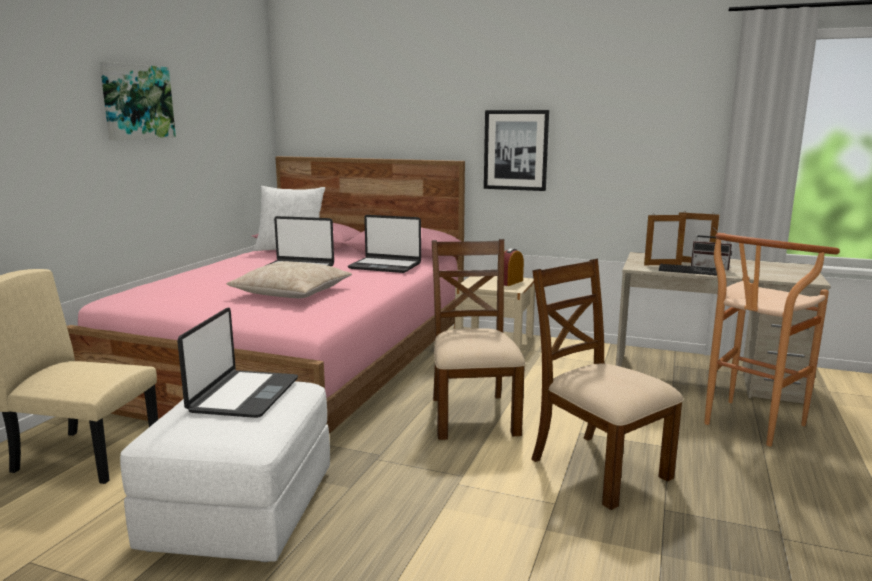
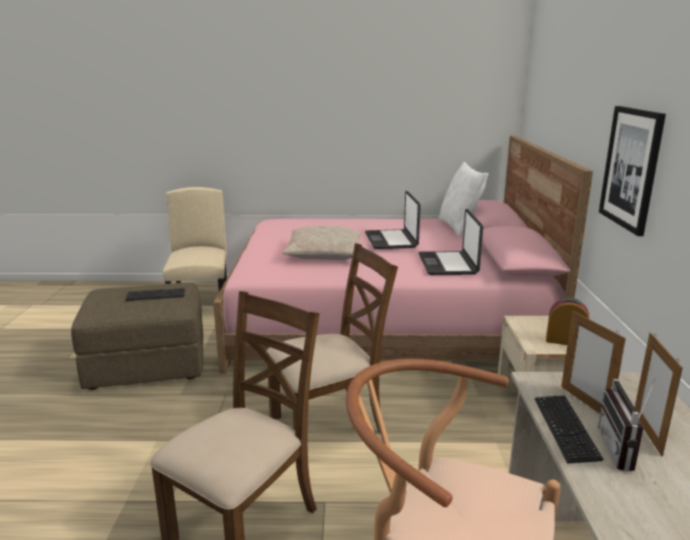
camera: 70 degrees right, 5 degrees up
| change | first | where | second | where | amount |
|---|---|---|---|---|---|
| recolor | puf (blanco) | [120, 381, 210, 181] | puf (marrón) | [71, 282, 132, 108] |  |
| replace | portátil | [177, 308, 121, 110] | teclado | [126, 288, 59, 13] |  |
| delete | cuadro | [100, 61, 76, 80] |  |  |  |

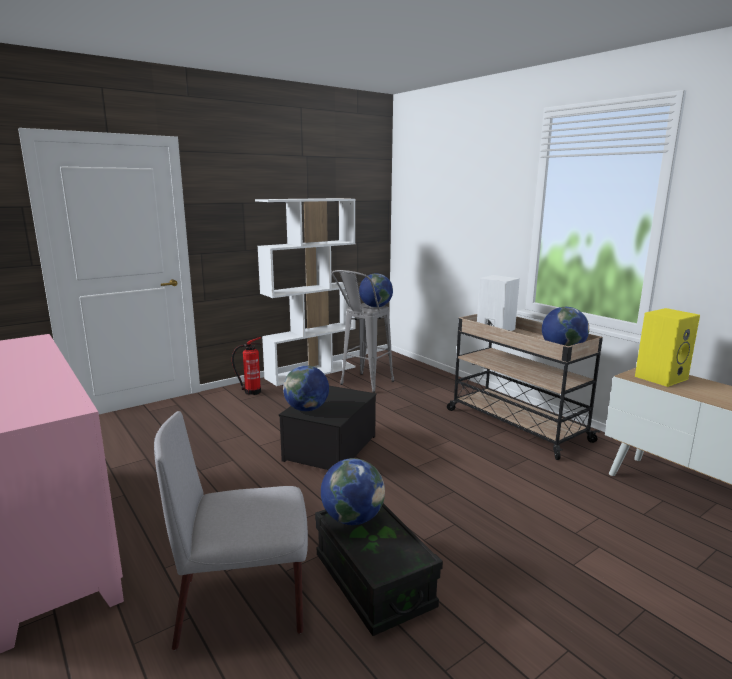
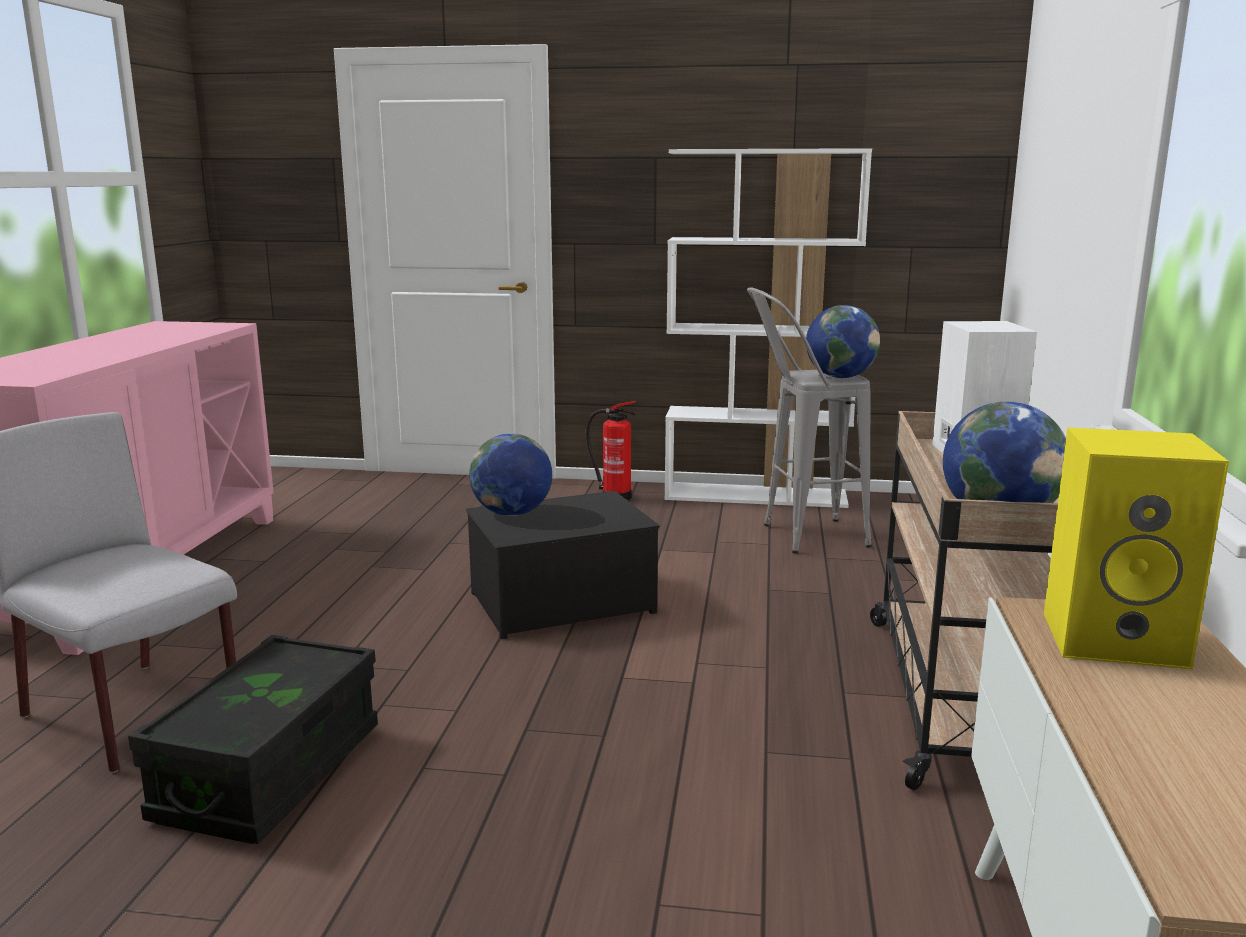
camera: 45 degrees right, 0 degrees up
| change | first | where | second | where | amount |
|---|---|---|---|---|---|
| delete | globo terráqueo | [321, 458, 64, 67] |  |  |  |

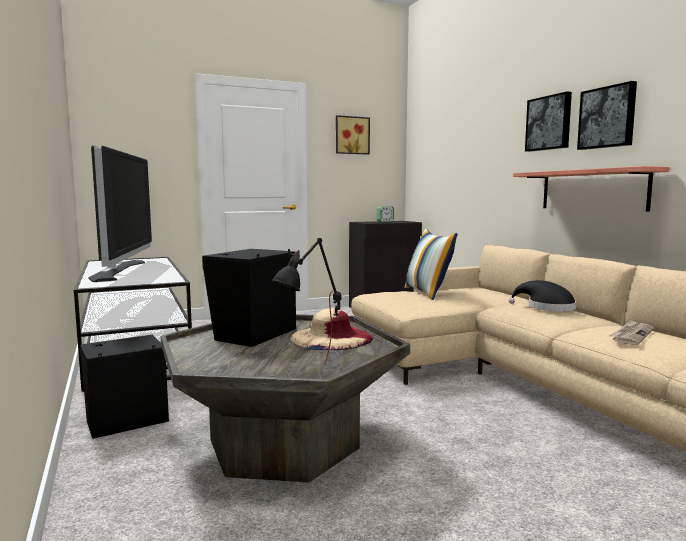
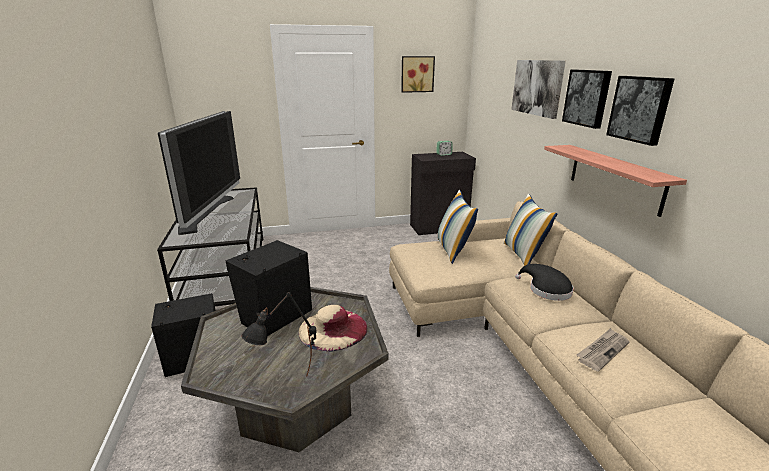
camera: 10 degrees right, 15 degrees up
| change | first | where | second | where | amount |
|---|---|---|---|---|---|
| insert |  |  | cojín | [503, 194, 55, 72] |  |
| insert |  |  | cuadro | [511, 60, 55, 59] |  |

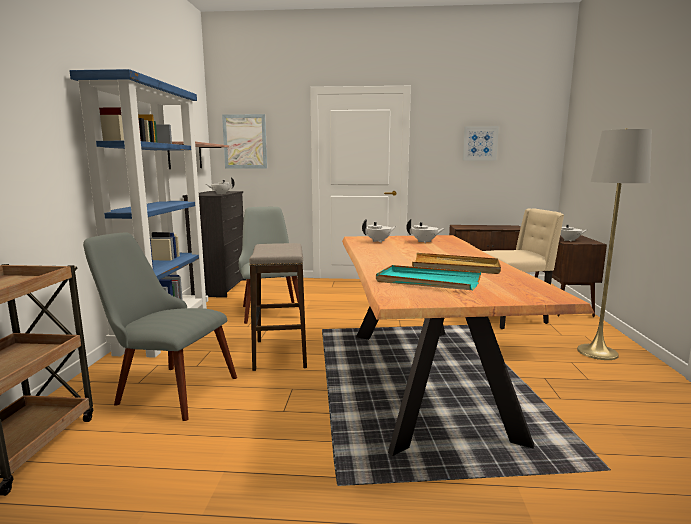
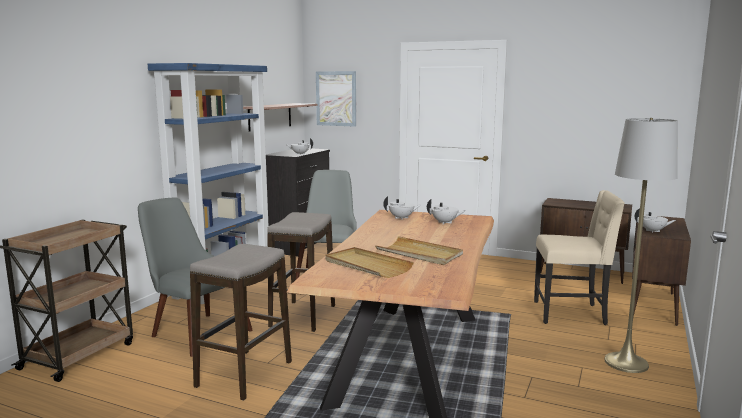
camera: 20 degrees right, 0 degrees up
| change | first | where | second | where | amount |
|---|---|---|---|---|---|
| insert |  |  | taburete | [190, 244, 102, 156] |  |
| recolor | bandeja (turquesa) | [376, 265, 105, 25] | bandeja (beis) | [325, 247, 89, 31] |  |
| delete | cuadro | [463, 126, 36, 35] |  |  |  |

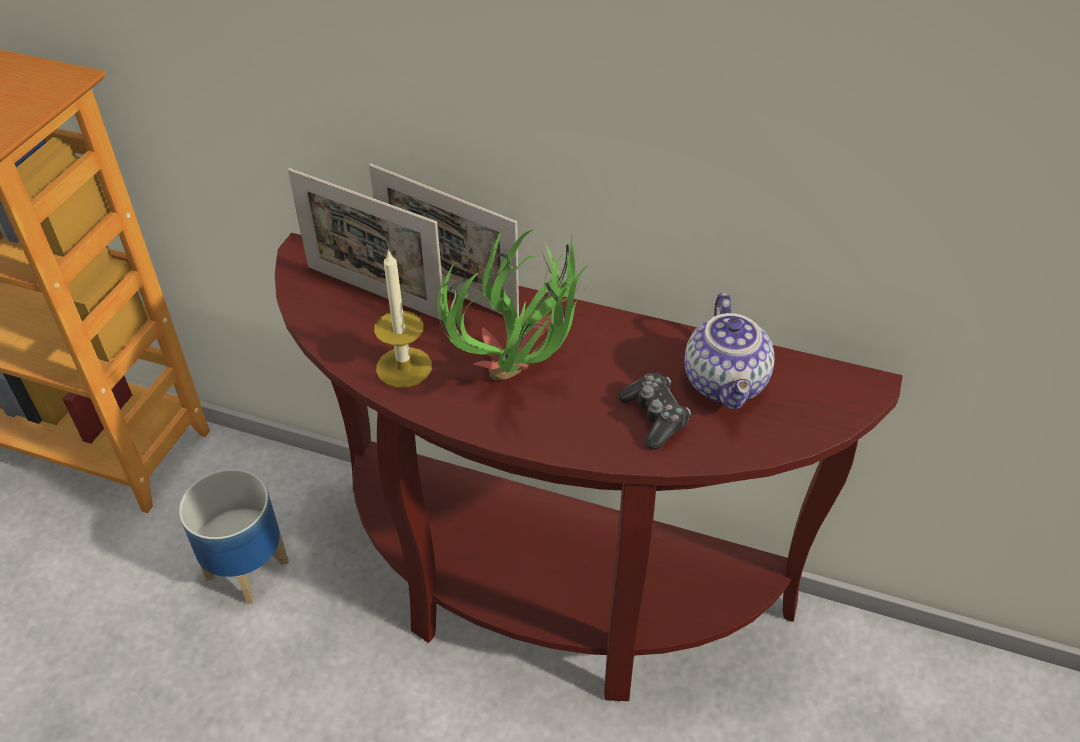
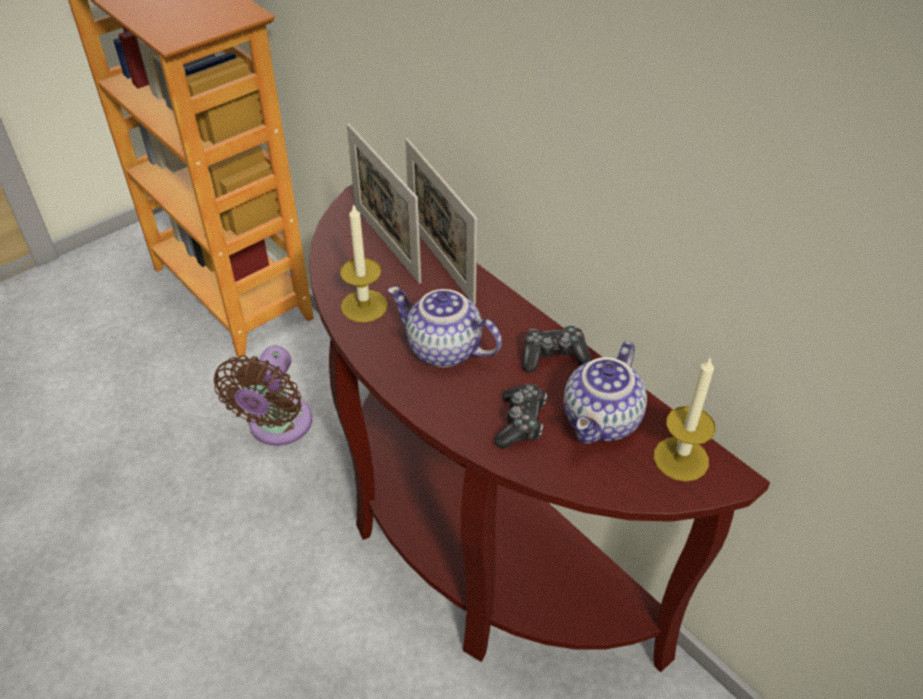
camera: 30 degrees right, 0 degrees up
| change | first | where | second | where | amount |
|---|---|---|---|---|---|
| replace | maceta | [179, 469, 110, 135] | ventilador (marrón) | [214, 345, 98, 101] |  |
| replace | planta en maceta | [437, 227, 155, 153] | tetera | [388, 286, 114, 81] |  |
| insert |  |  | mando de consola | [522, 325, 70, 47] |  |
| insert |  |  | vela | [654, 356, 61, 126] |  |

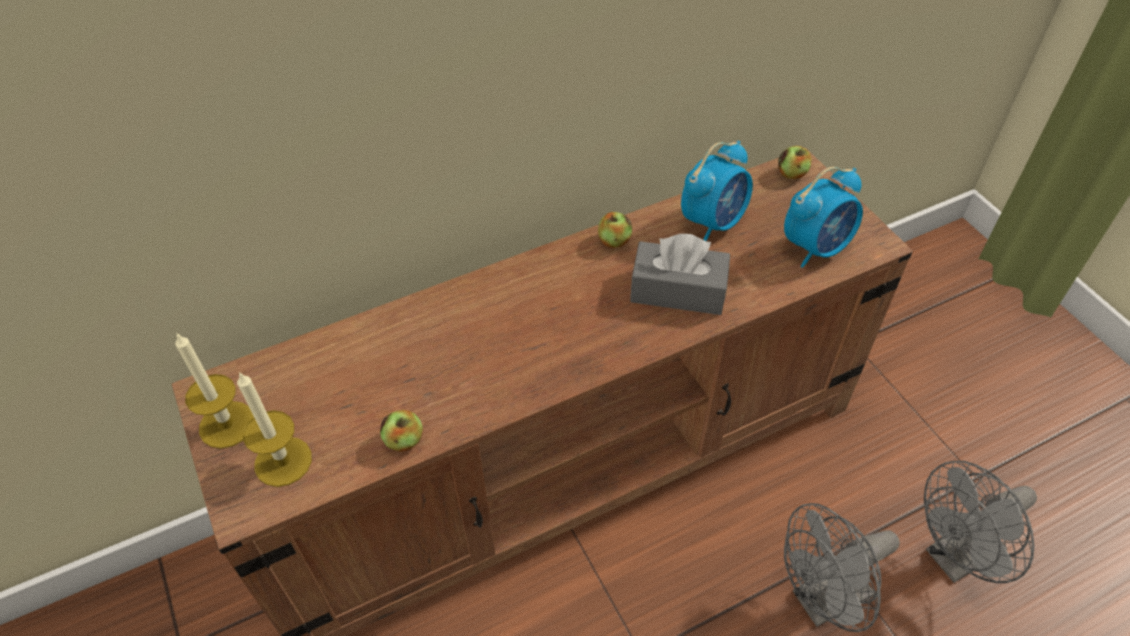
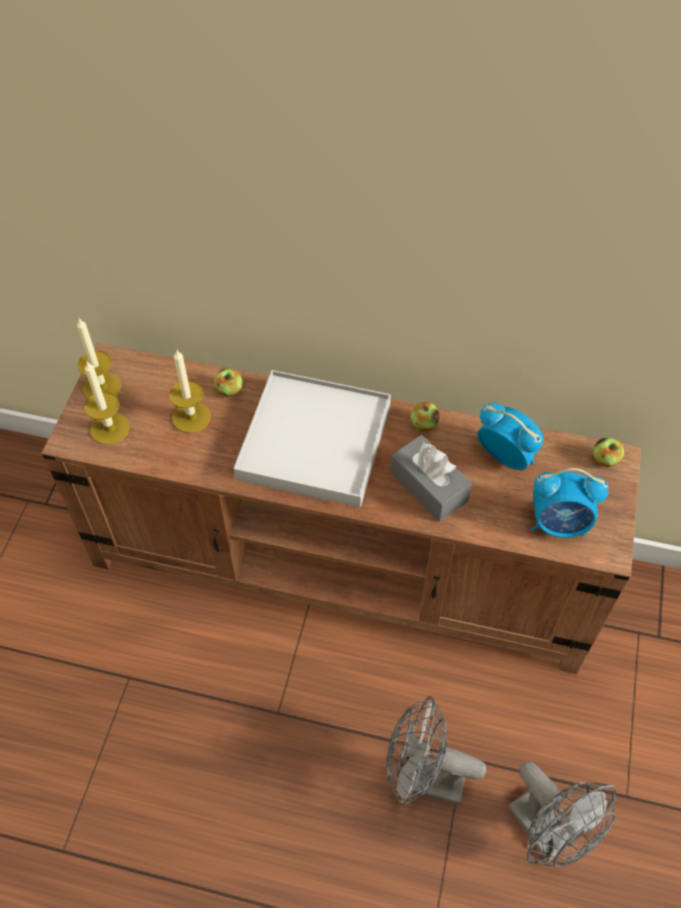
camera: 40 degrees right, 5 degrees up
| change | first | where | second | where | amount |
|---|---|---|---|---|---|
| insert |  |  | vela | [169, 350, 42, 83] |  |
| move | manzana | [380, 410, 43, 42] |  | [214, 369, 29, 28] |  |
| insert |  |  | bandeja (blanco) | [234, 370, 157, 138] |  |
| rotate | despertador | [681, 140, 72, 101] |  | [477, 403, 67, 67] | 135 degrees counterclockwise |
| rotate | ventilador (gris) | [924, 461, 113, 122] |  | [508, 762, 108, 105] | 135 degrees counterclockwise |

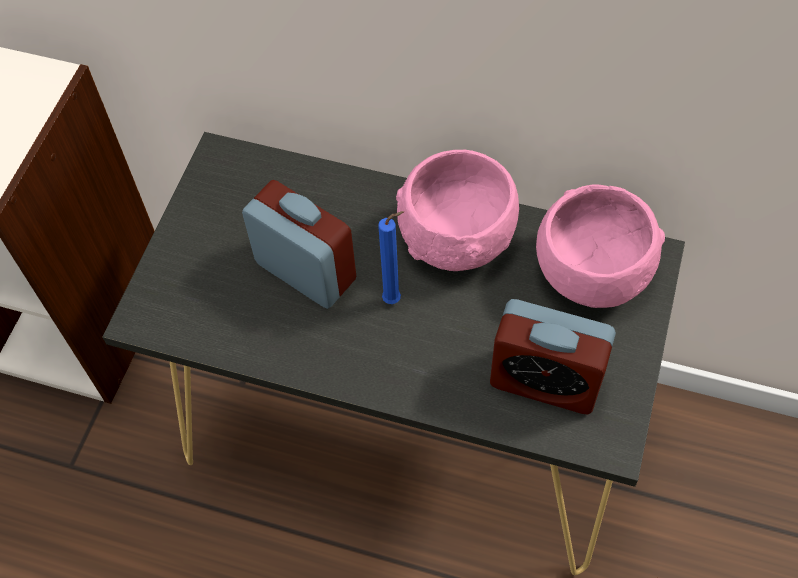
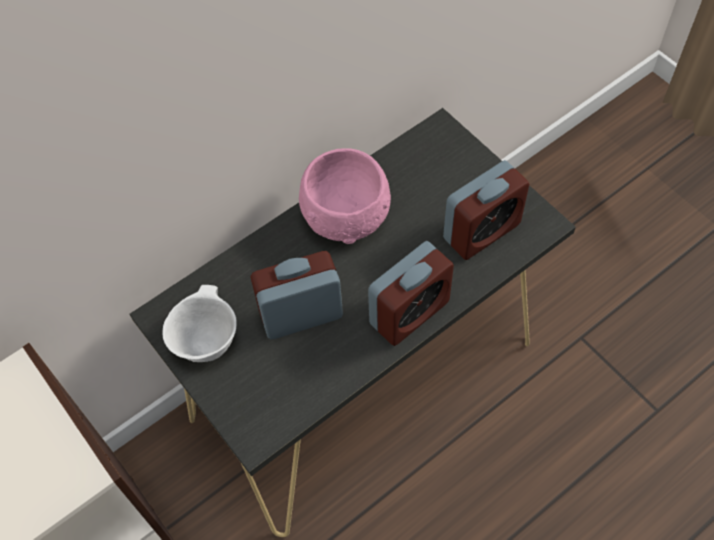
camera: 55 degrees left, 0 degrees up
| change | first | where | second | where | amount |
|---|---|---|---|---|---|
| insert |  |  | cuenco (blanco) | [163, 285, 74, 77] |  |
| insert |  |  | despertador | [368, 241, 86, 105] |  |
| delete | vela (azul) | [378, 211, 26, 93] |  |  |  |
| delete | cuenco (rosa) | [536, 184, 129, 124] |  |  |  |

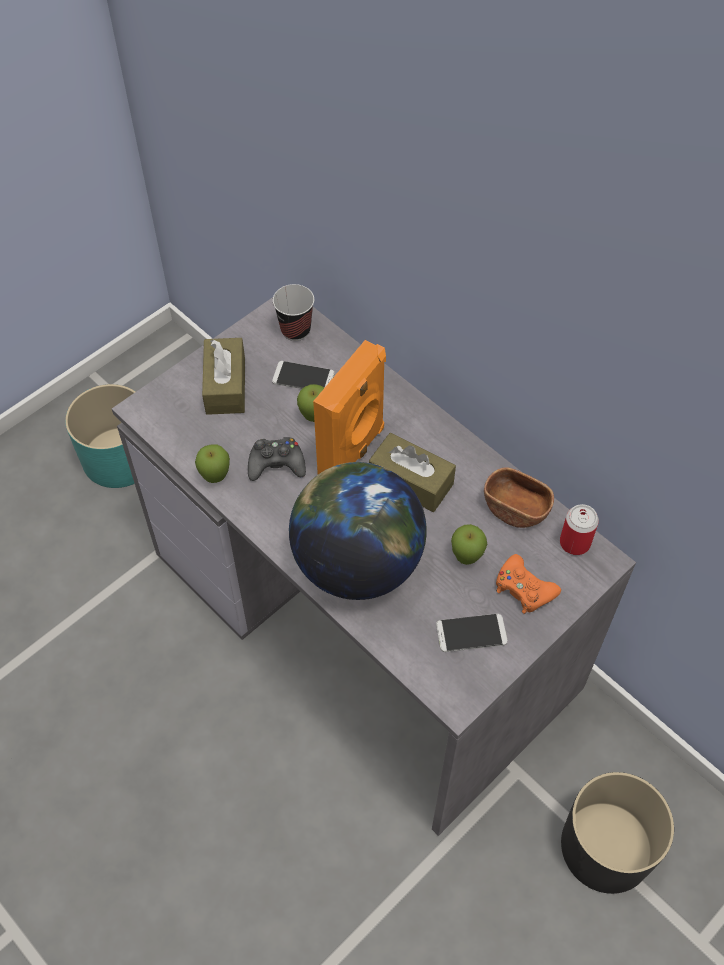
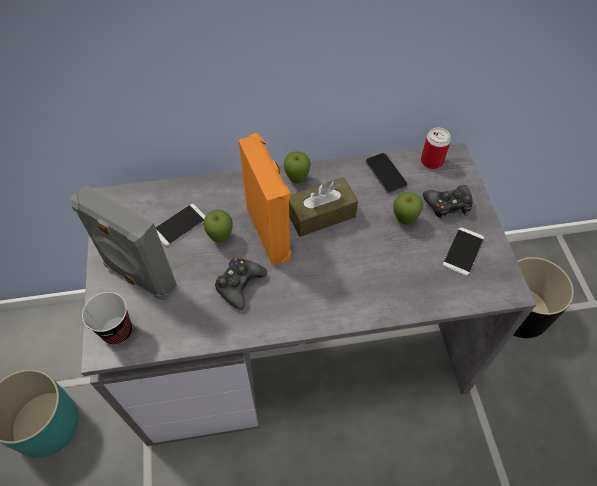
camera: 55 degrees left, 0 degrees up
| change | first | where | second | where | amount |
|---|---|---|---|---|---|
| replace | caja de pañuelos (marrón) | [202, 338, 43, 77] | altavoz (gris) | [70, 185, 107, 115] |  |
| move | taza | [273, 284, 41, 57] |  | [82, 292, 50, 53] |  |
| move | manzana | [195, 444, 35, 39] |  | [284, 151, 27, 32] |  |
| replace | cuenco (marrón) | [484, 467, 70, 61] | móvil | [366, 153, 41, 40] |  |
| recolor | mando de consola (naranja) | [496, 554, 65, 60] | mando de consola (negro) | [423, 185, 49, 35] |  |
| delete | globo terráqueo | [289, 462, 138, 138] |  |  |  |

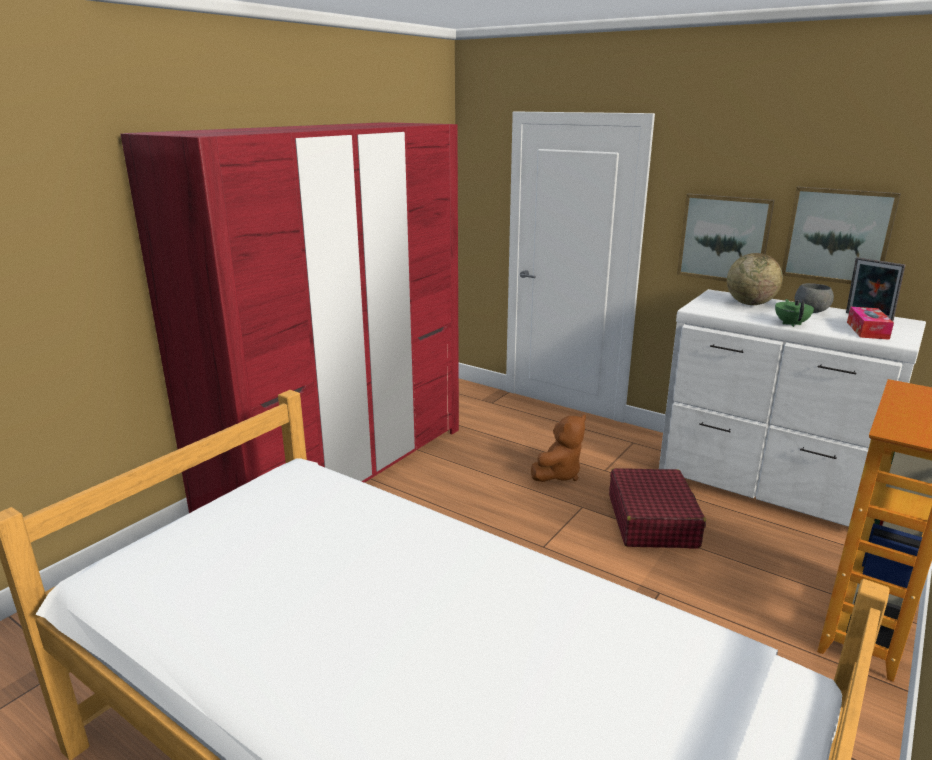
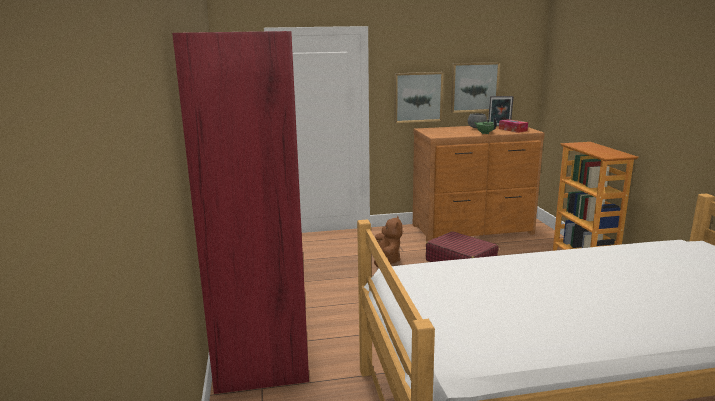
camera: 45 degrees left, 5 degrees down
| change | first | where | second | where | amount |
|---|---|---|---|---|---|
| recolor | cómoda (blanco) | [659, 289, 267, 238] | cómoda (marrón) | [413, 126, 132, 116] |  |
| delete | globo terráqueo | [727, 253, 56, 52] |  |  |  |

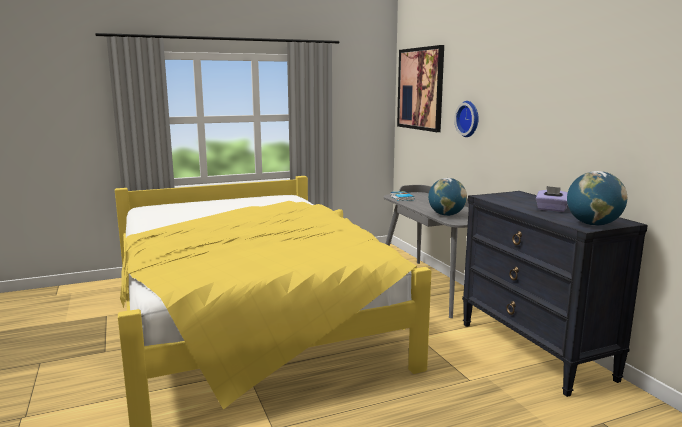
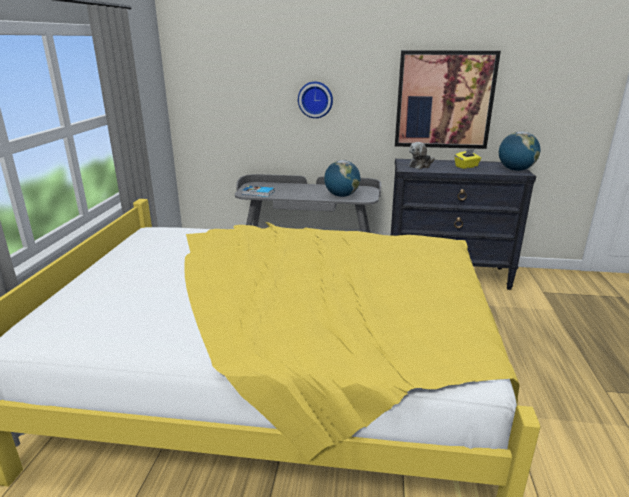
camera: 60 degrees left, 10 degrees up
| change | first | where | second | where | amount |
|---|---|---|---|---|---|
| move | cuadro | [397, 45, 47, 87] |  | [395, 50, 106, 99] |  |
| insert |  |  | peluche | [409, 142, 26, 27] |  |
| recolor | caja de pañuelos (morado) | [536, 186, 32, 26] | caja de pañuelos (amarillo) | [455, 149, 26, 20] |  |

